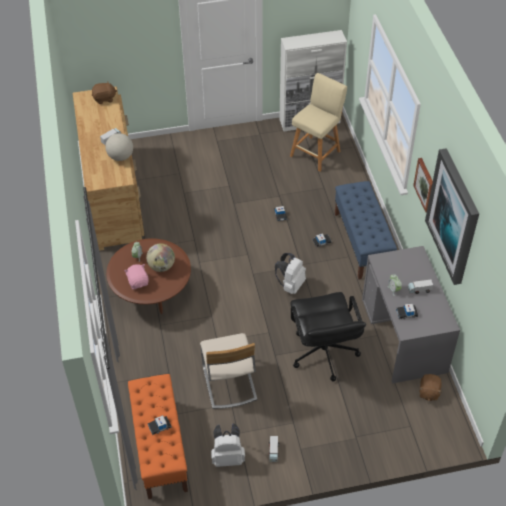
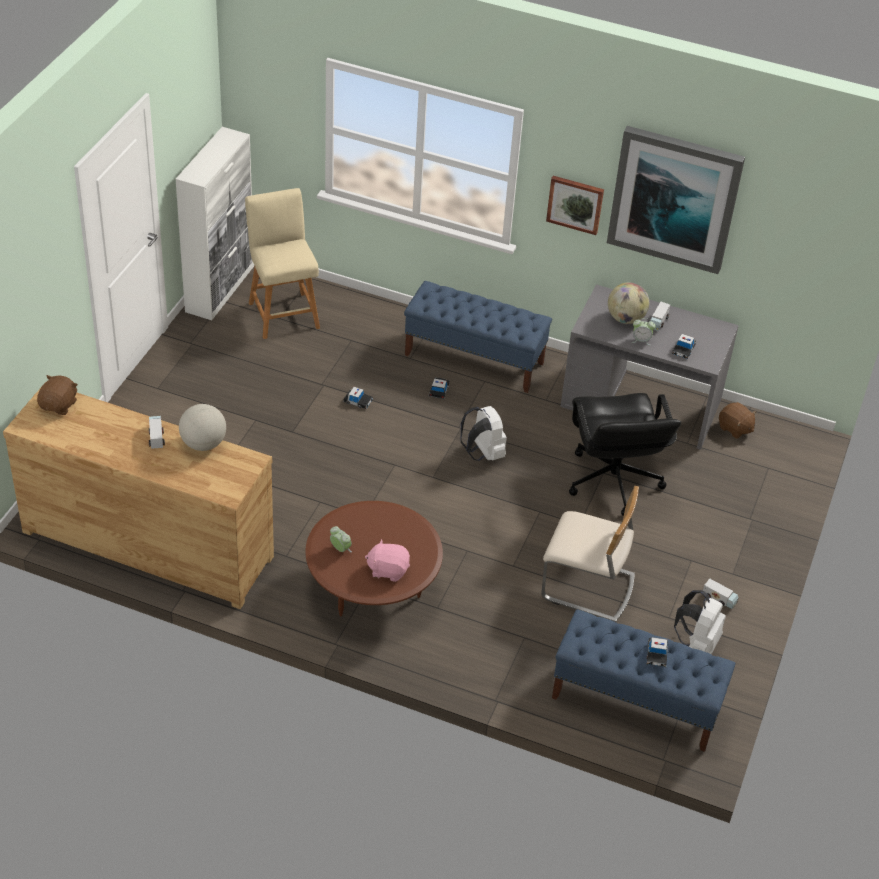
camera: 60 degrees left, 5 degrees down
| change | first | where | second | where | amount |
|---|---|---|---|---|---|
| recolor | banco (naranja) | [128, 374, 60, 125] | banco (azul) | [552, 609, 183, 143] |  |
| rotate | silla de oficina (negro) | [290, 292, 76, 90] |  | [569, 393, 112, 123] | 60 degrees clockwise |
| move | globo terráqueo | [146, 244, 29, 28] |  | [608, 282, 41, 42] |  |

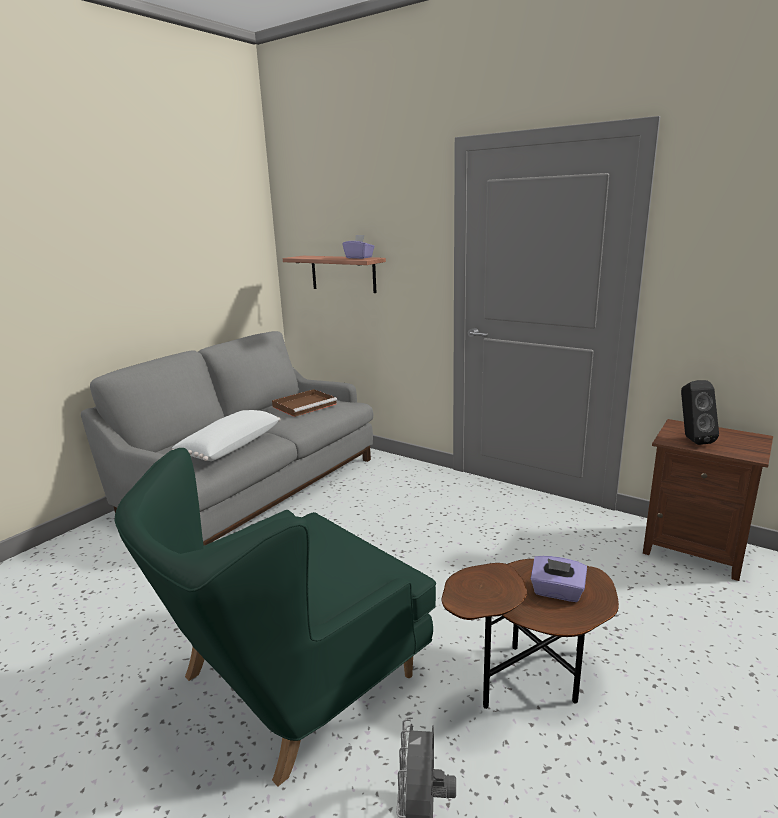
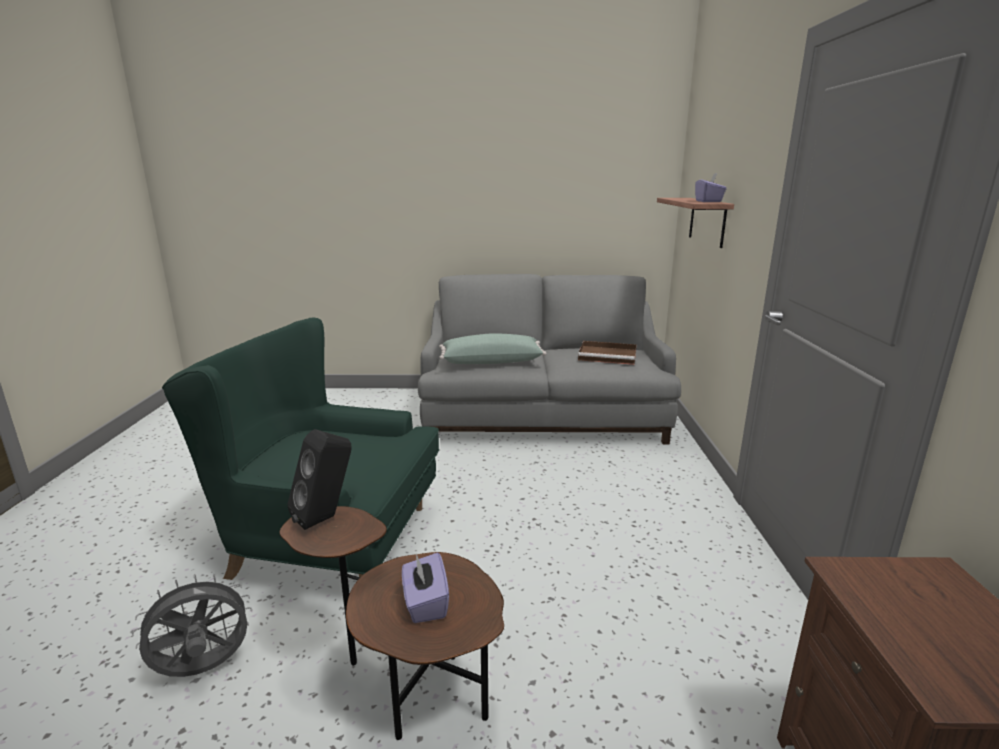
camera: 55 degrees right, 0 degrees up
| change | first | where | second | where | amount |
|---|---|---|---|---|---|
| move | altavoz (negro) | [681, 380, 38, 65] |  | [287, 429, 65, 101] |  |
| recolor | cojín (blanco) | [172, 410, 109, 51] | cojín (verde) | [439, 333, 107, 31] |  |

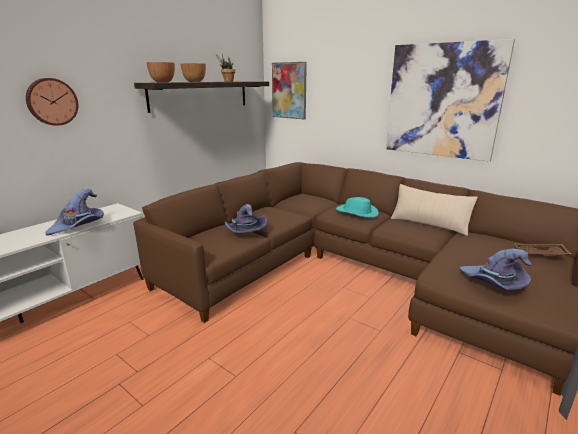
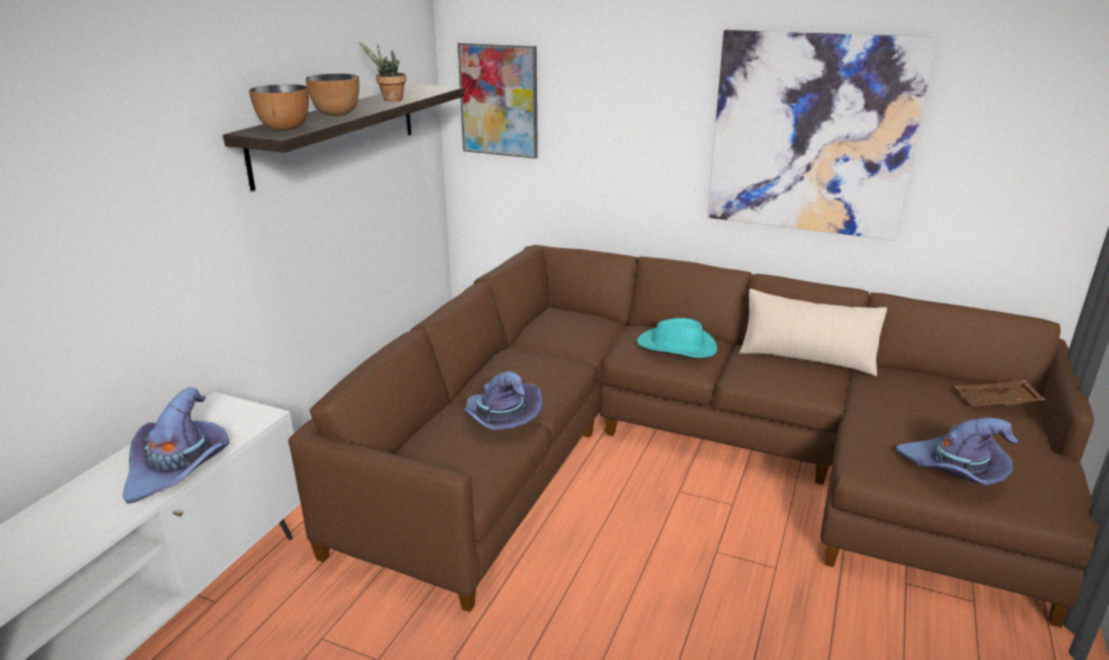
camera: 15 degrees left, 5 degrees up
| change | first | where | second | where | amount |
|---|---|---|---|---|---|
| delete | reloj de pared | [26, 78, 52, 48] |  |  |  |

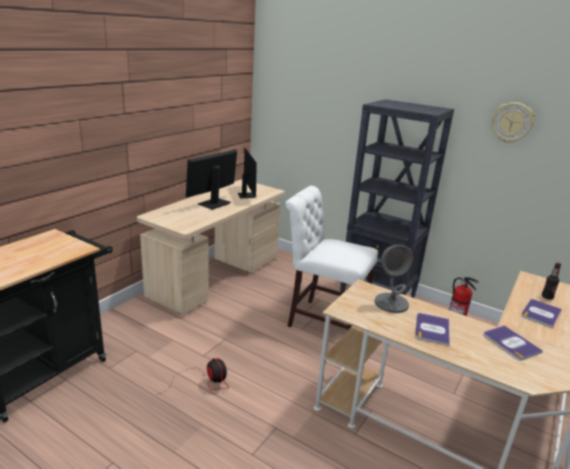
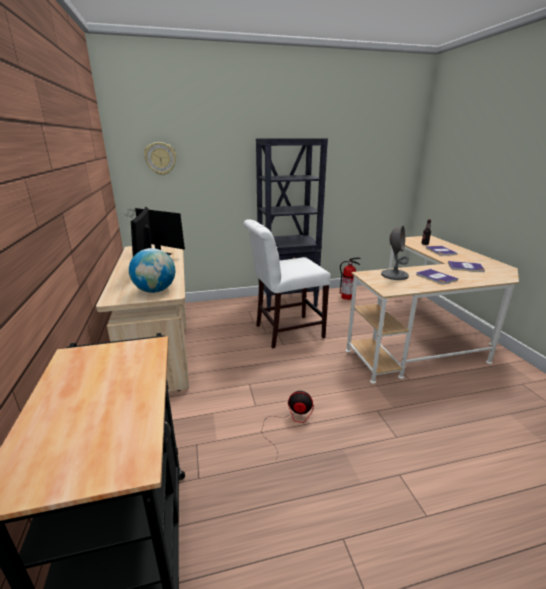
camera: 45 degrees left, 0 degrees up
| change | first | where | second | where | amount |
|---|---|---|---|---|---|
| insert |  |  | globo terráqueo | [129, 248, 46, 45] |  |
| move | reloj de pared | [492, 102, 43, 41] |  | [144, 142, 32, 33] |  |

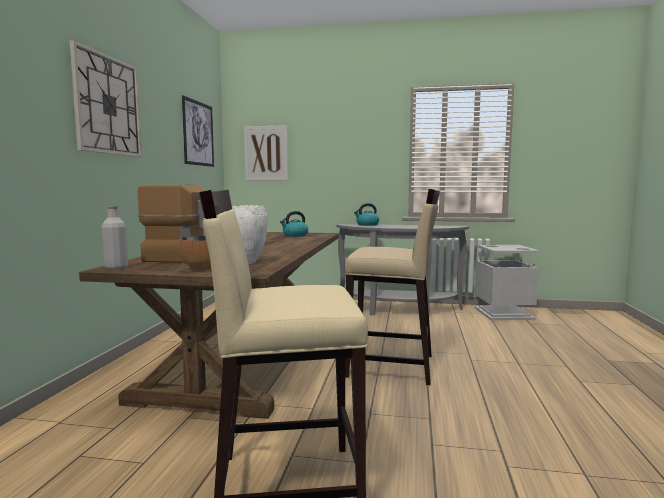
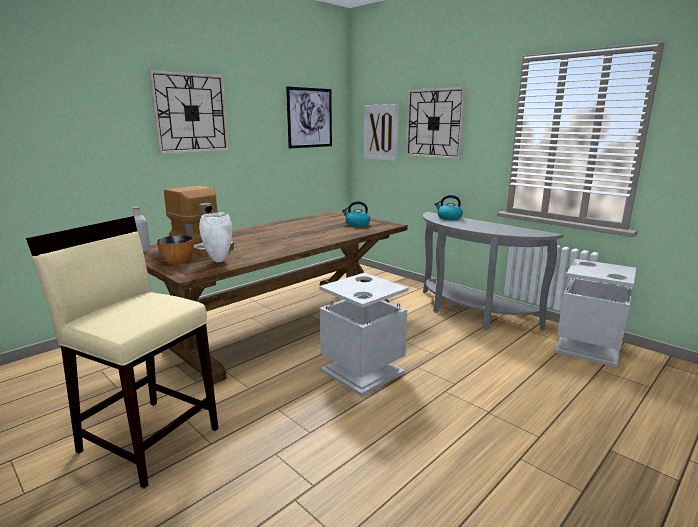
camera: 35 degrees right, 10 degrees up
| change | first | where | second | where | amount |
|---|---|---|---|---|---|
| replace | taburete (beis) | [345, 189, 95, 196] | papelera (gris) | [319, 273, 89, 123] |  |
| insert |  |  | reloj de pared | [405, 87, 61, 72] |  |

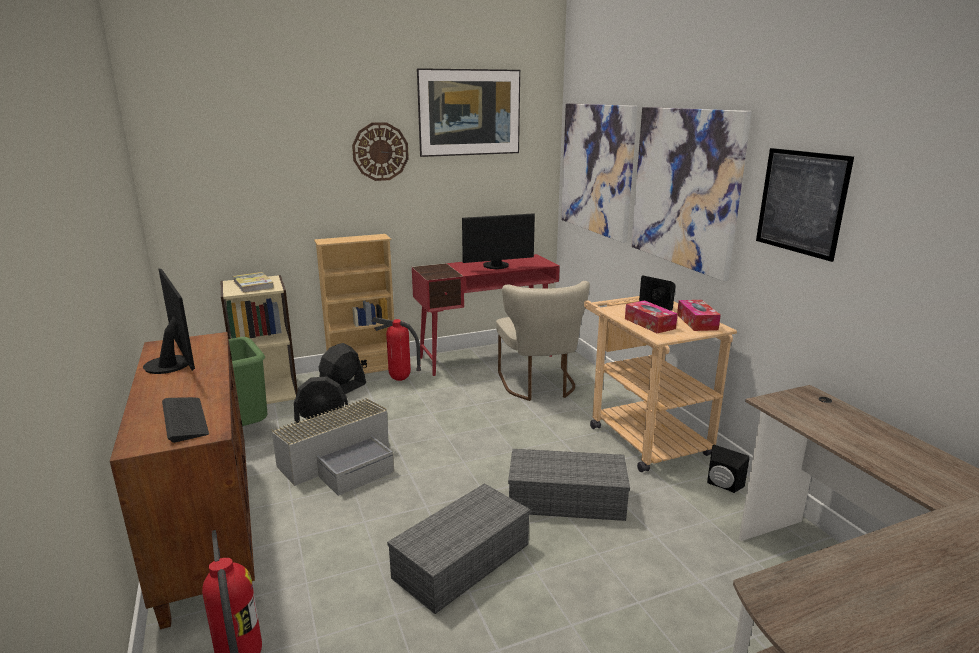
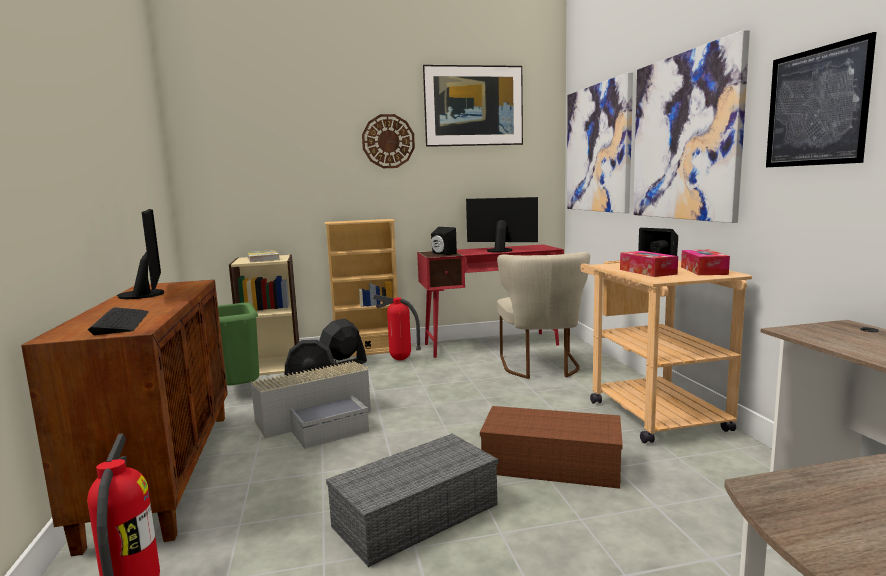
camera: 10 degrees right, 10 degrees down
| change | first | where | second | where | amount |
|---|---|---|---|---|---|
| move | altavoz (negro) | [707, 445, 43, 48] |  | [431, 227, 26, 28] |  |
| rotate | monitor | [462, 213, 73, 56] |  | [466, 197, 72, 56] | 150 degrees counterclockwise |
| recolor | caja de almacenaje (gris) | [508, 449, 122, 72] | caja de almacenaje (marrón) | [480, 406, 143, 83] |  |

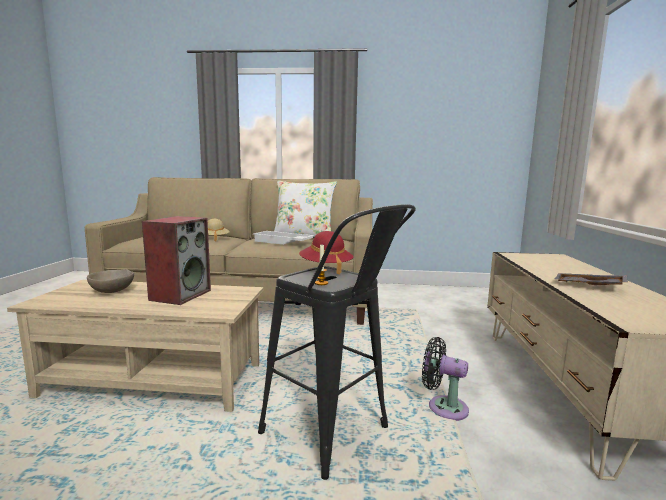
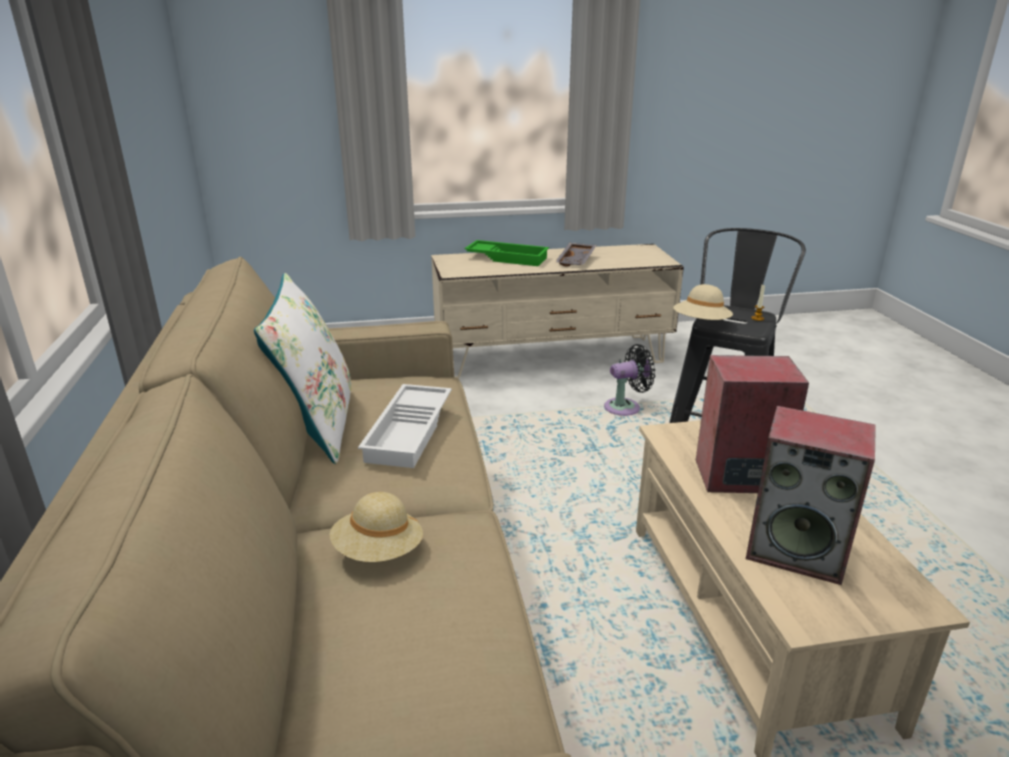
camera: 105 degrees left, 15 degrees up
| change | first | where | second | where | amount |
|---|---|---|---|---|---|
| insert |  |  | bandeja (verde) | [464, 240, 85, 26] |  |
| rotate | ventilador (negro) | [422, 337, 47, 84] |  | [604, 344, 51, 72] | 120 degrees counterclockwise |
| recolor | sombrero (rojo) | [299, 231, 55, 44] | sombrero (beis) | [673, 284, 60, 36] |  |
| replace | cuenco (beis) | [87, 269, 47, 24] | altavoz | [746, 406, 130, 179] |  |

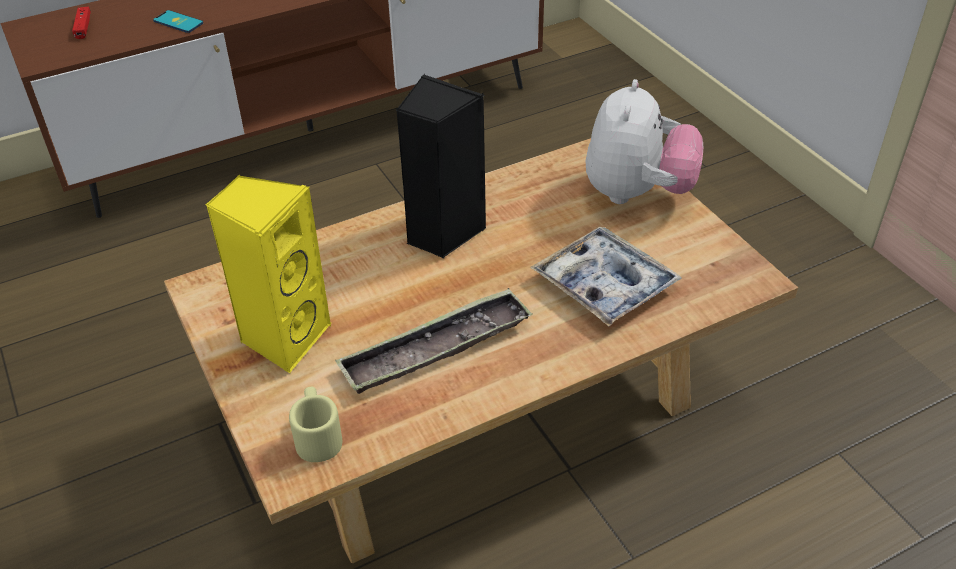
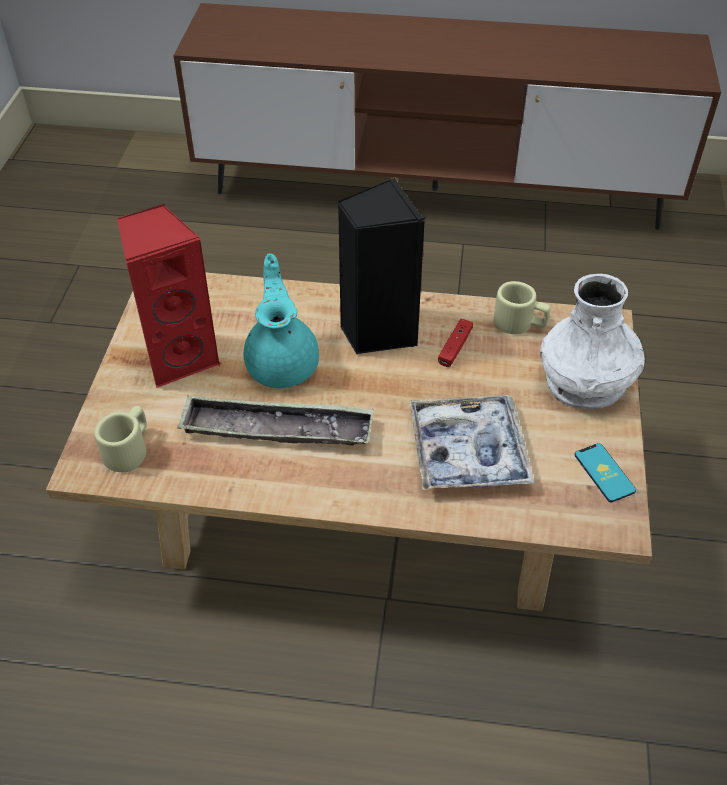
camera: 35 degrees right, 5 degrees up
| change | first | where | second | where | amount |
|---|---|---|---|---|---|
| recolor | altavoz (amarillo) | [206, 174, 125, 199] | altavoz (rojo) | [117, 204, 104, 184] |  |
| insert |  |  | tetera (turquesa) | [244, 254, 75, 134] |  |
| move | mando de consola (rojo) | [72, 7, 19, 32] |  | [438, 319, 35, 48] |  |
| insert |  |  | taza grande (beis) | [493, 281, 57, 53] |  |
| replace | peluche | [585, 79, 118, 125] | florero (blanco) | [540, 274, 105, 135] |  |
| move | móvil | [153, 10, 50, 23] |  | [575, 443, 61, 59] |  |

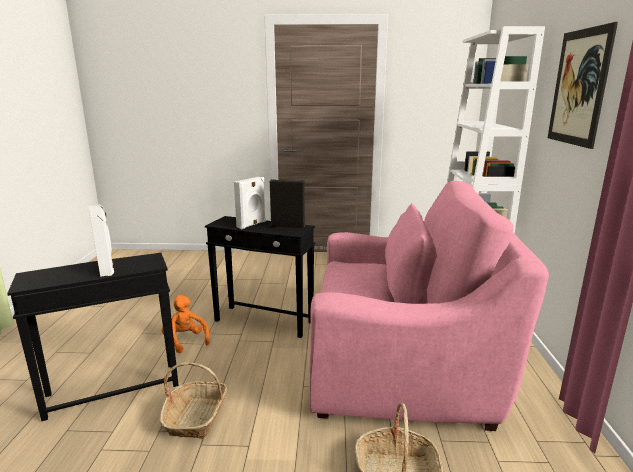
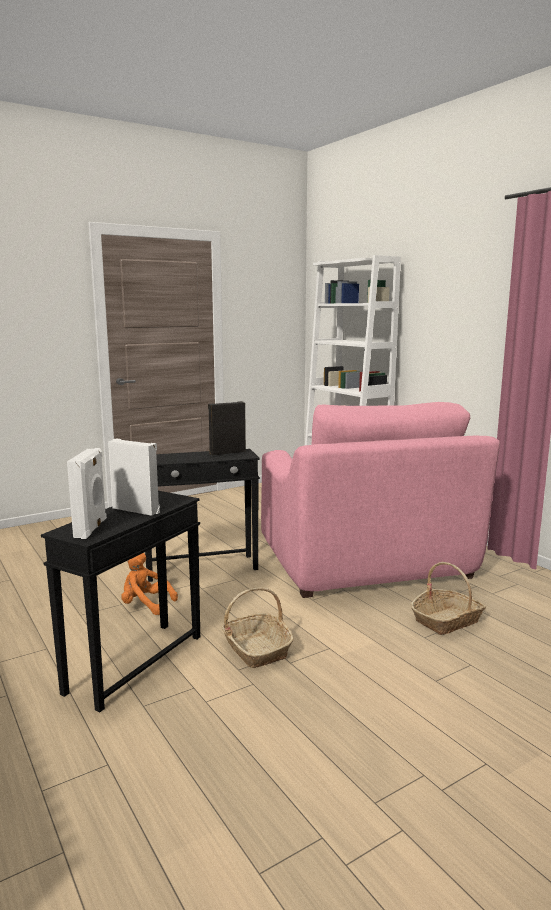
camera: 35 degrees left, 5 degrees down
| change | first | where | second | where | amount |
|---|---|---|---|---|---|
| move | altavoz (blanco) | [234, 177, 32, 52] |  | [67, 448, 40, 91] |  |
| rotate | sillón (rosa) | [310, 181, 239, 250] |  | [261, 402, 239, 196] | 105 degrees clockwise |
| delete | cuadro | [548, 22, 70, 127] |  |  |  |

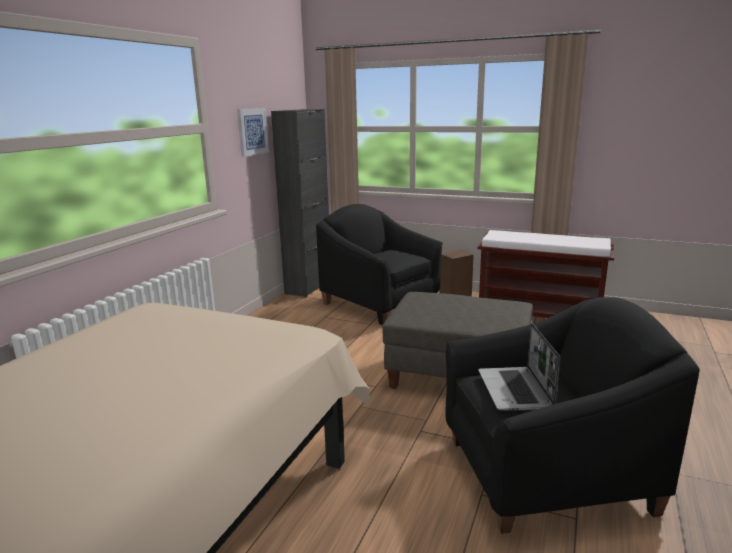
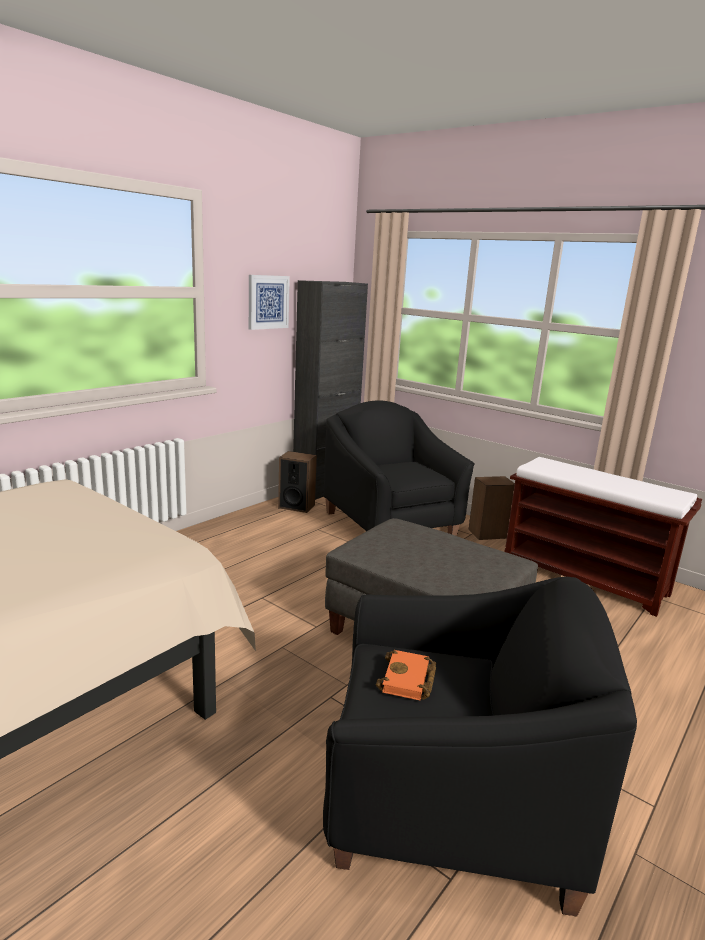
camera: 15 degrees right, 0 degrees up
| change | first | where | second | where | amount |
|---|---|---|---|---|---|
| insert |  |  | altavoz | [278, 451, 39, 62] |  |
| replace | portátil | [478, 323, 82, 88] | libro (naranja) | [376, 650, 60, 51] |  |

